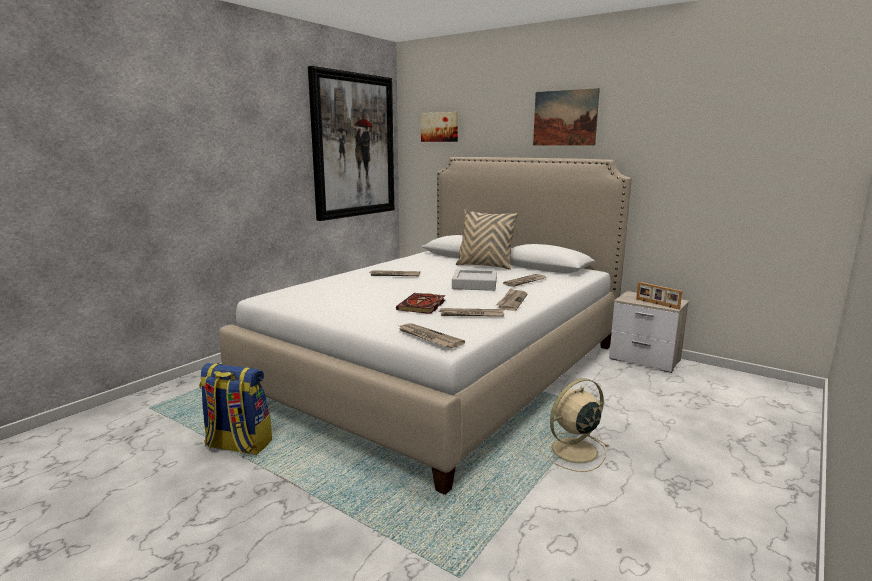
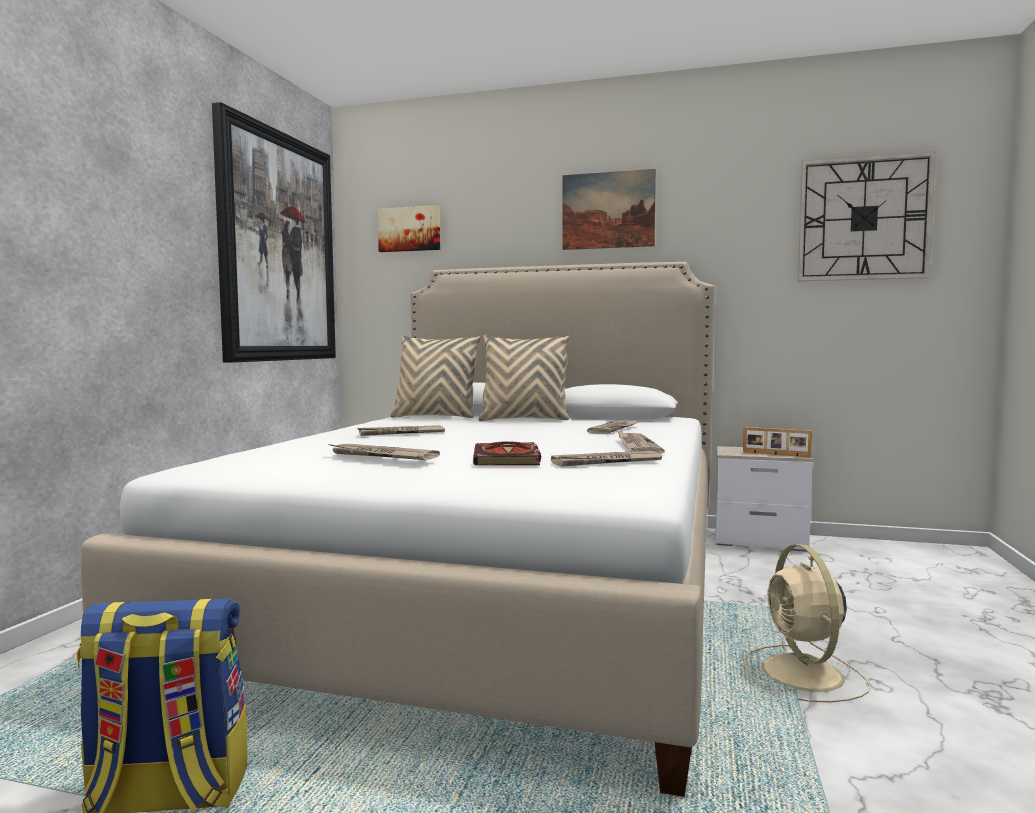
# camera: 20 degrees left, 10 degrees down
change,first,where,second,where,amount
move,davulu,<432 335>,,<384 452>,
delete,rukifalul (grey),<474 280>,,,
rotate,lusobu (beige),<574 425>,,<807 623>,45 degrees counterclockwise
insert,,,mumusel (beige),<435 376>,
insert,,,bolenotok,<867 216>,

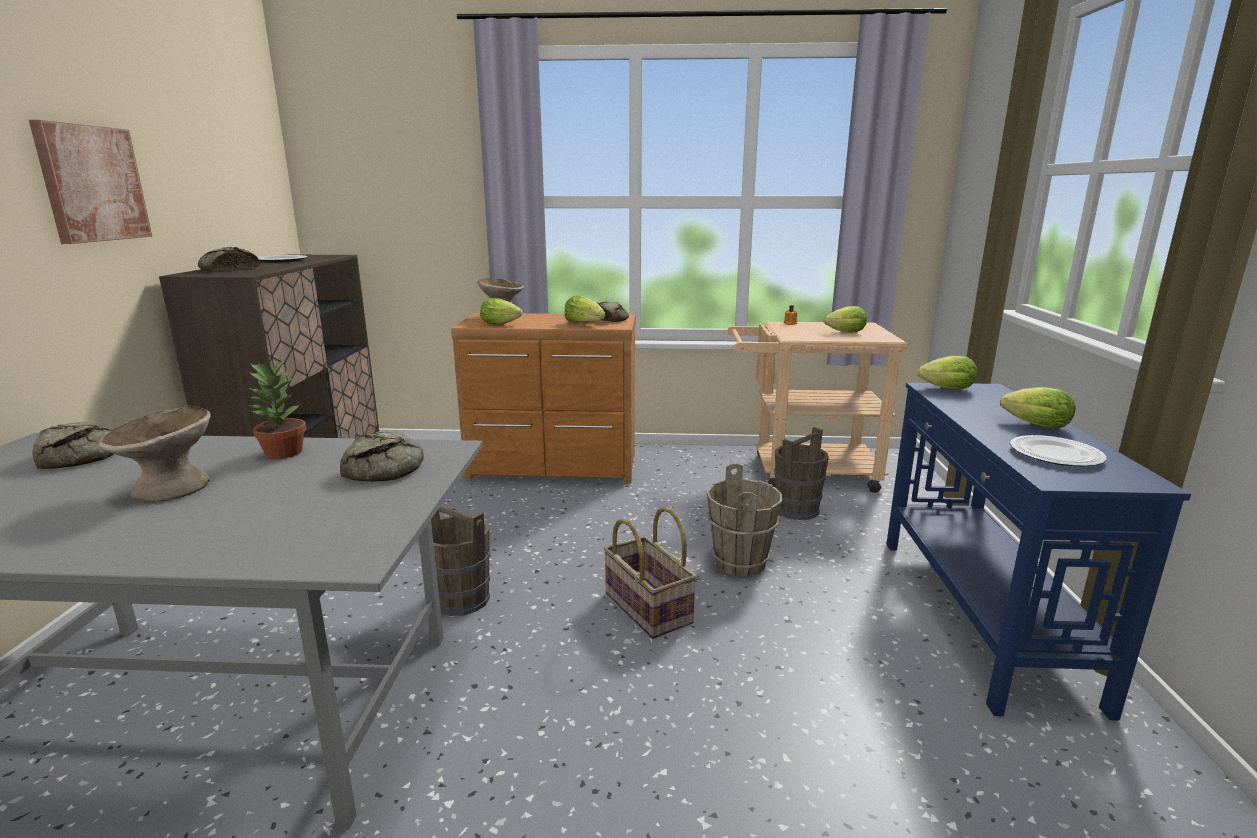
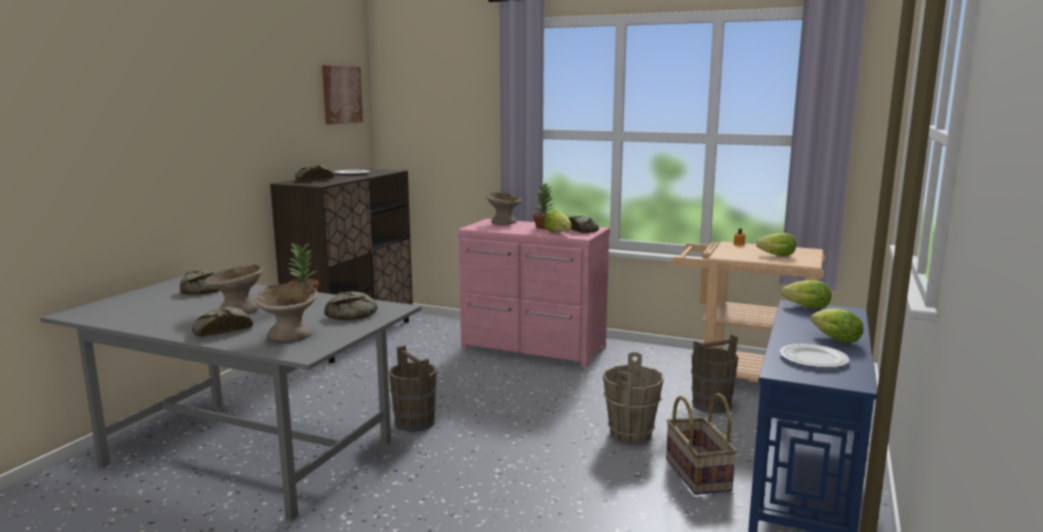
# camera: 20 degrees right, 5 degrees down
change,first,where,second,where,amount
move,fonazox,<90 182>,,<342 95>,
recolor,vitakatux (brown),<543 398>,vitakatux (pink),<534 293>,
delete,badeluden,<501 311>,,,
move,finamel,<650 573>,,<701 444>,
insert,,,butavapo,<222 321>,
insert,,,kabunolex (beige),<286 312>,
insert,,,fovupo,<544 205>,

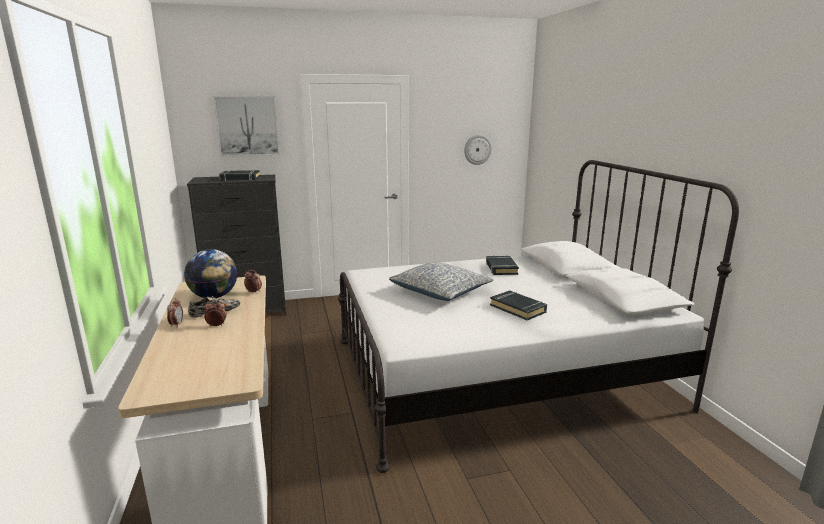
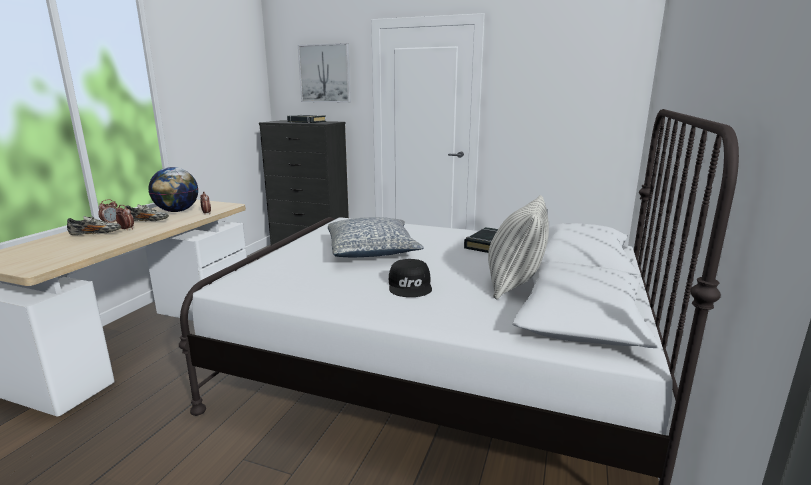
# camera: 35 degrees right, 0 degrees up
change,first,where,second,where,amount
delete,bolenotok,<478 150>,,,
replace,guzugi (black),<518 305>,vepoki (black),<410 278>,
insert,,,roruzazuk,<94 225>,
insert,,,mumusel,<518 247>,

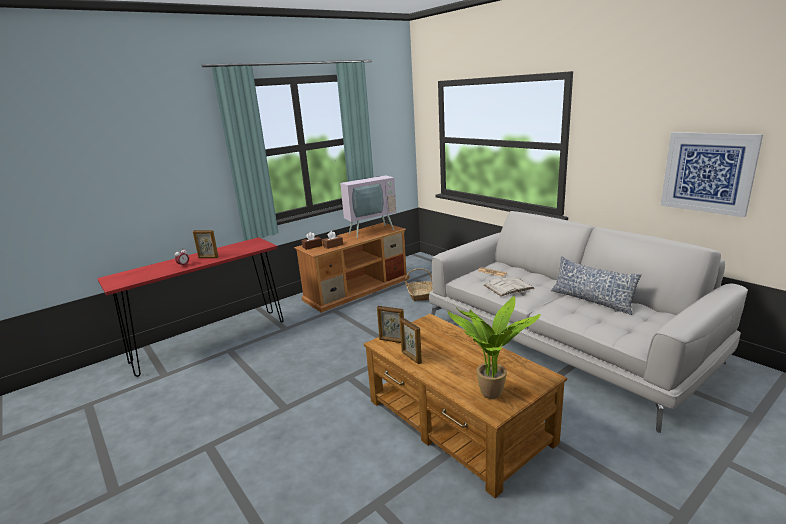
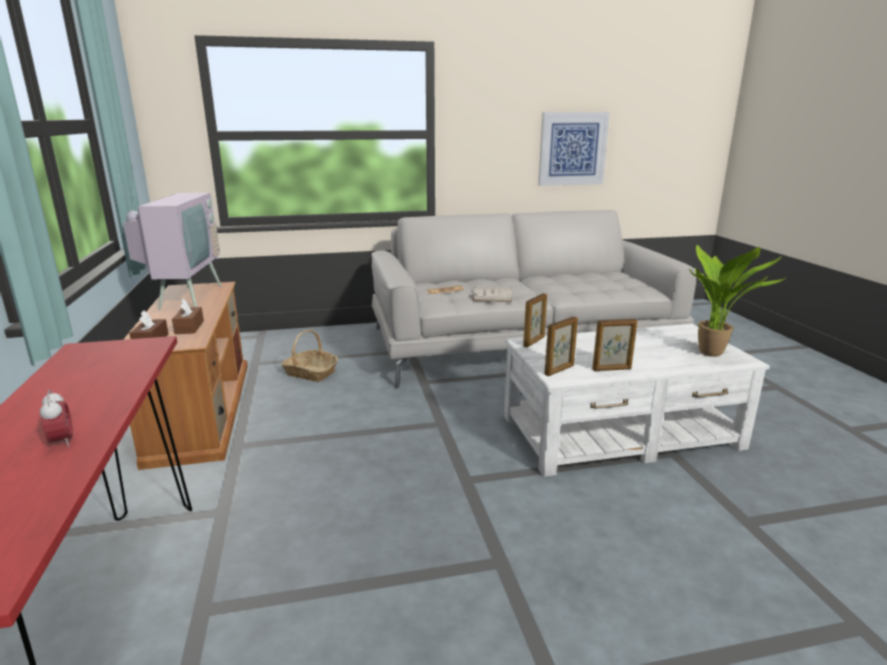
# camera: 65 degrees left, 0 degrees up
change,first,where,second,where,amount
move,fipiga,<206 244>,,<535 320>,
recolor,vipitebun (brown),<465 406>,vipitebun (white),<637 400>,
delete,mumusel,<596 285>,,,

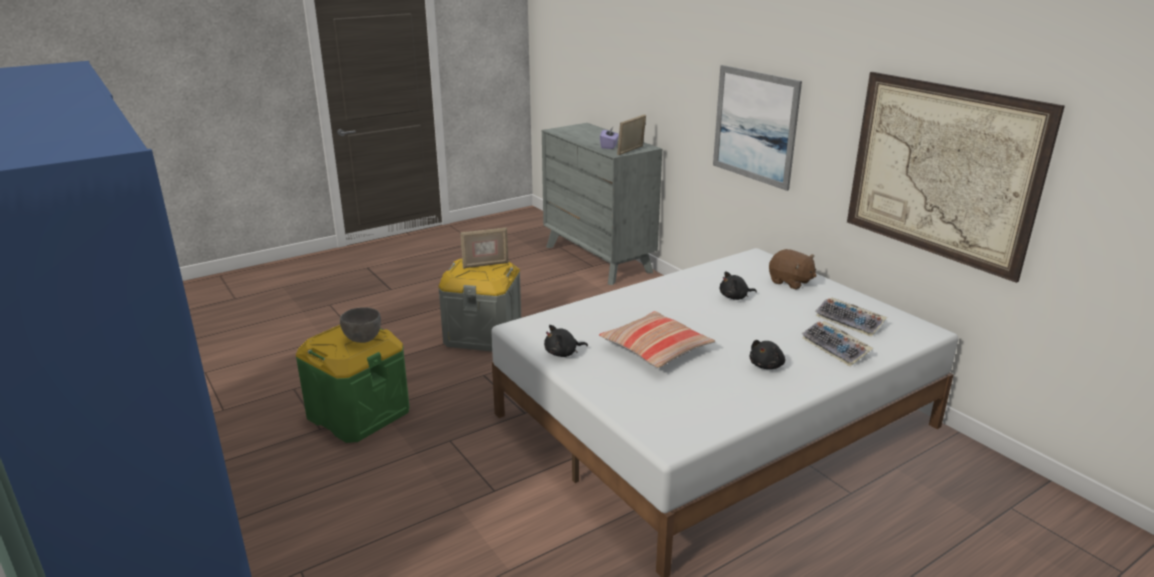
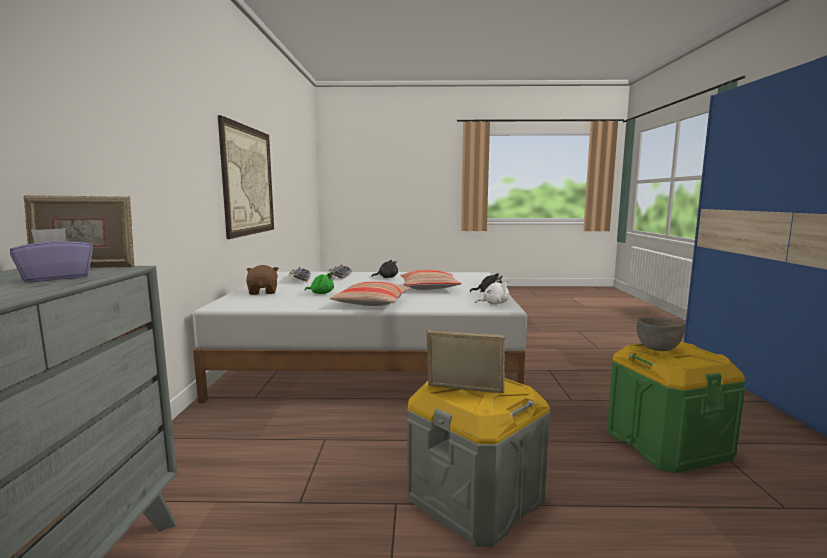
# camera: 145 degrees left, 15 degrees down
change,first,where,second,where,amount
delete,fonazox,<757 128>,,,
recolor,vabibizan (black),<738 285>,vabibizan (green),<319 283>,
insert,,,mumusel,<370 293>,
insert,,,vabibizan (white),<492 292>,

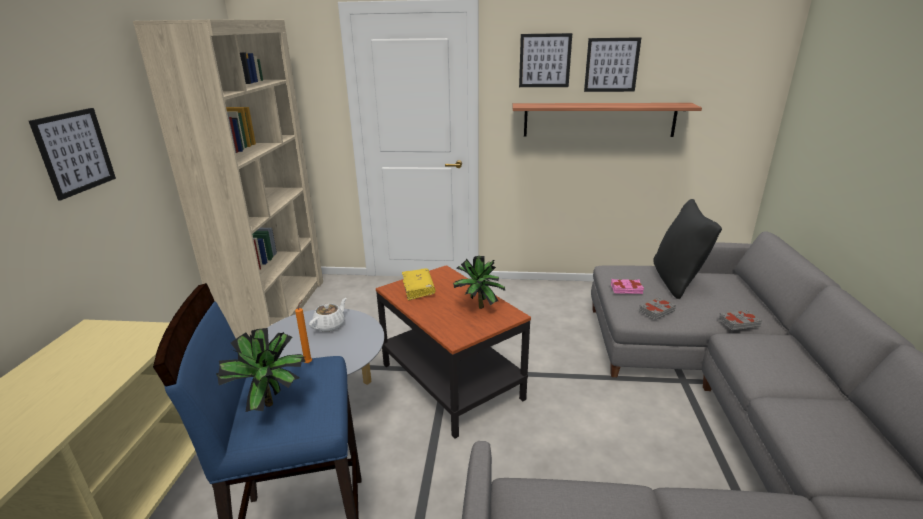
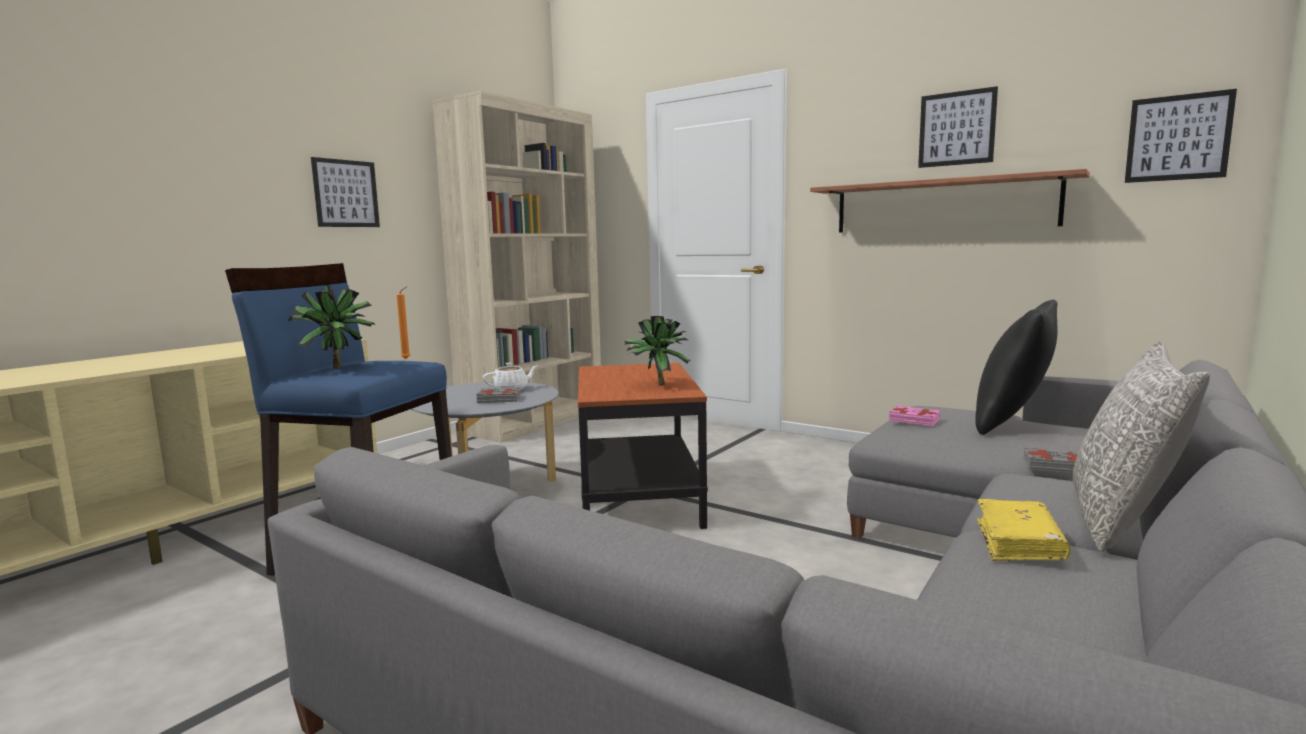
# camera: 30 degrees right, 15 degrees down
change,first,where,second,where,amount
move,guzugi (yellow),<418 284>,,<1023 530>,
move,fonazox,<545 60>,,<1181 136>,
move,guzugi (grey),<657 308>,,<498 395>,
insert,,,mumusel (grey),<1141 446>,

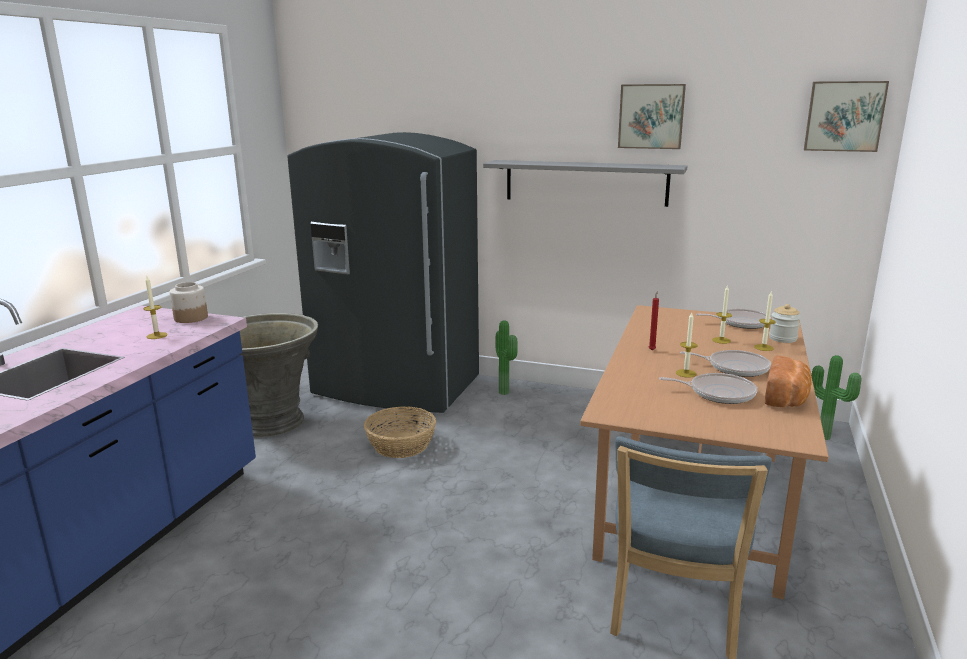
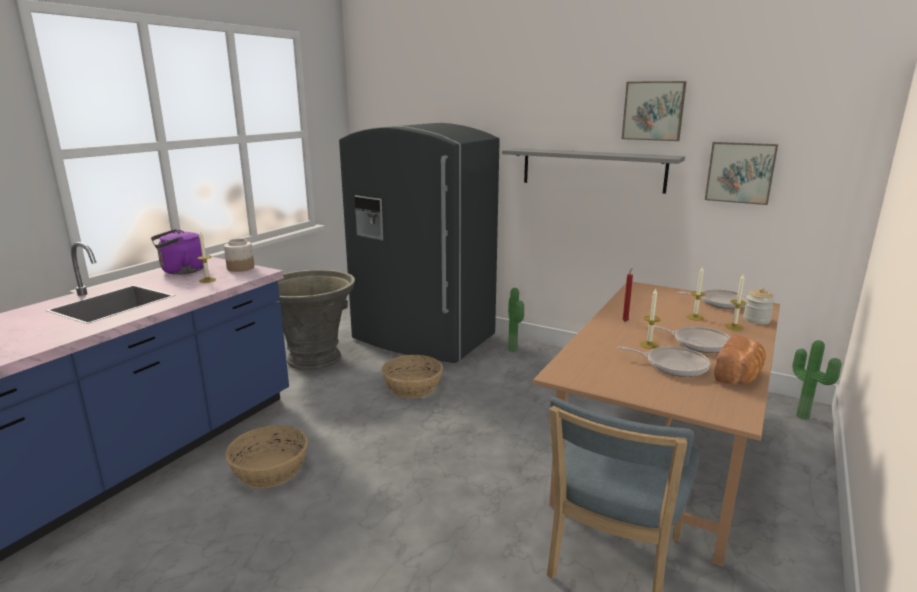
# camera: 10 degrees right, 0 degrees up
change,first,where,second,where,amount
move,fonazox,<846 116>,,<741 173>,
insert,,,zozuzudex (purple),<177 252>,
insert,,,finamel,<266 456>,

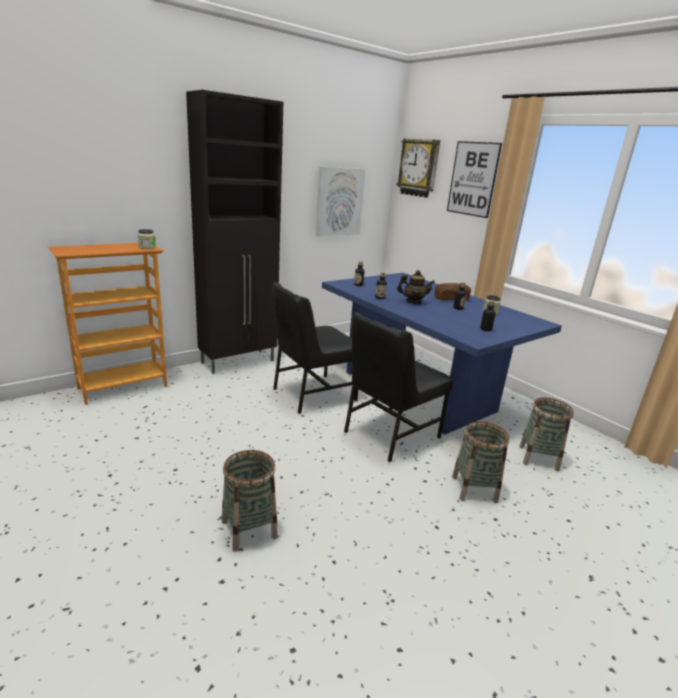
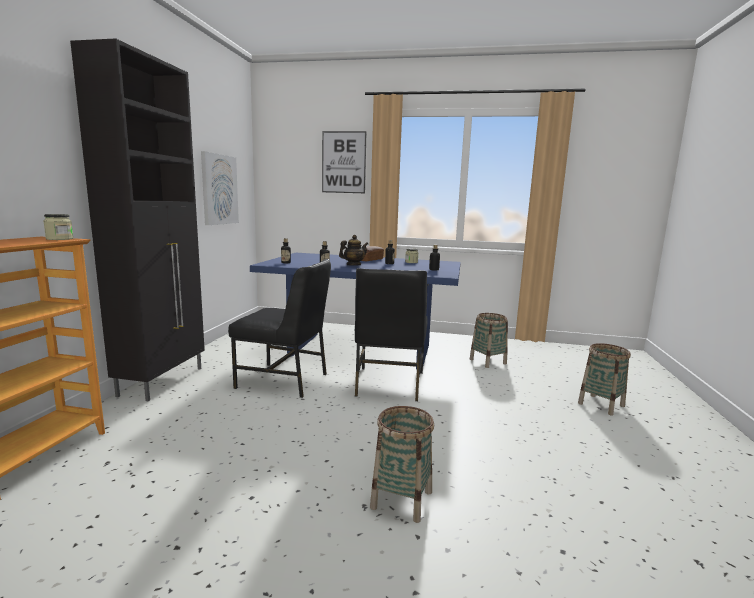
# camera: 40 degrees left, 10 degrees down
change,first,where,second,where,amount
rotate,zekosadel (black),<315 348>,,<279 328>,90 degrees counterclockwise
delete,bolenotok,<418 168>,,,
move,finamel,<480 462>,,<604 379>,

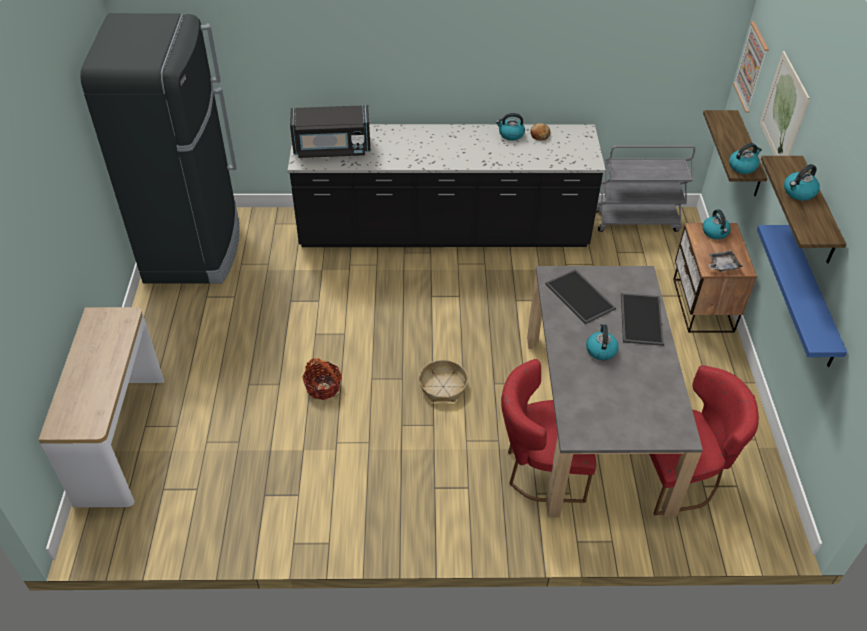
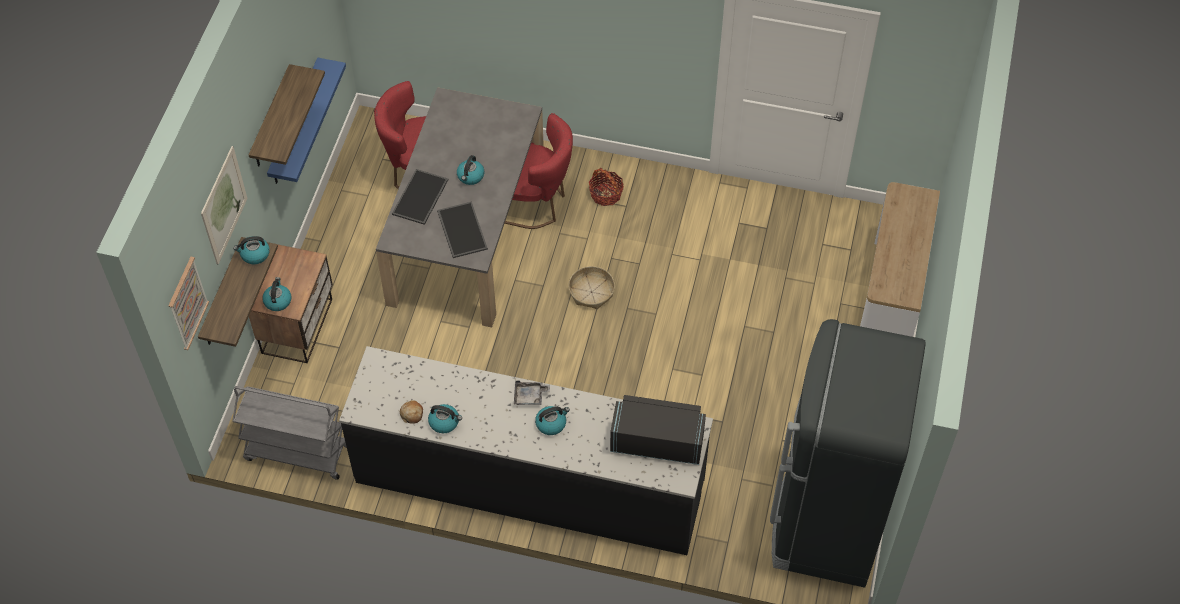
# camera: 165 degrees left, 10 degrees up
change,first,where,second,where,amount
move,finamel,<322 379>,,<606 187>,
move,rukifalul (grey),<725 261>,,<532 393>,
move,zozuzudex,<802 182>,,<552 420>,

